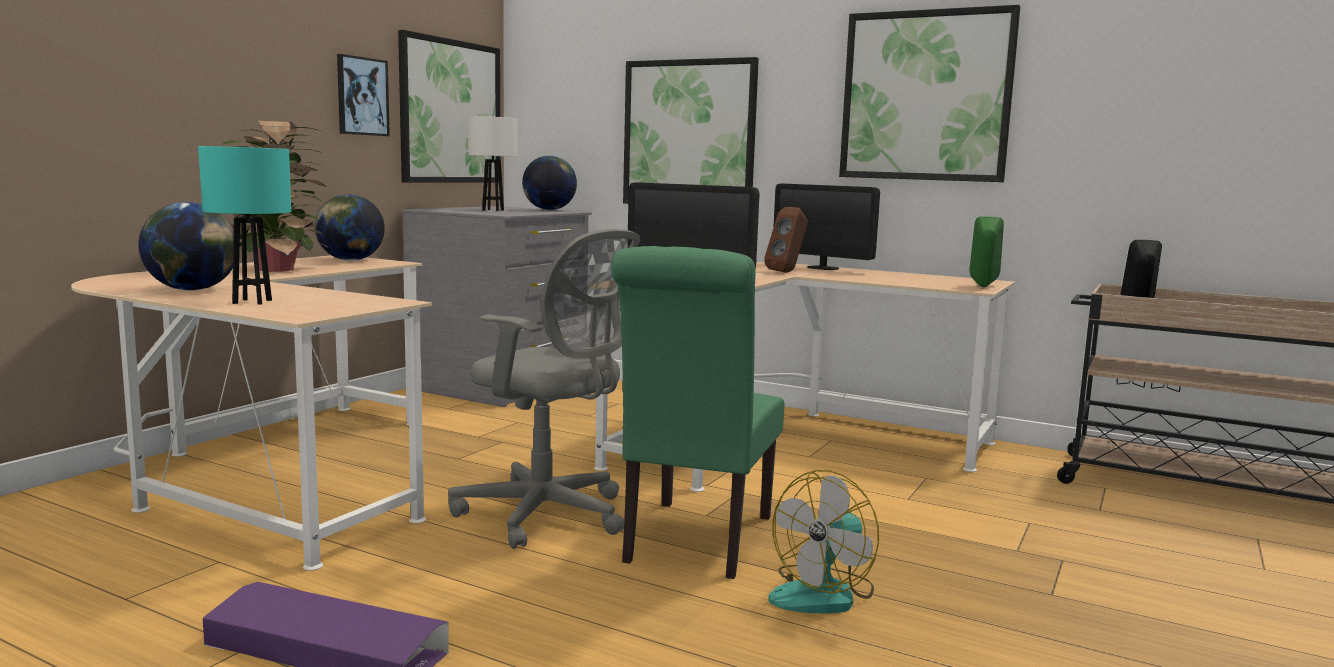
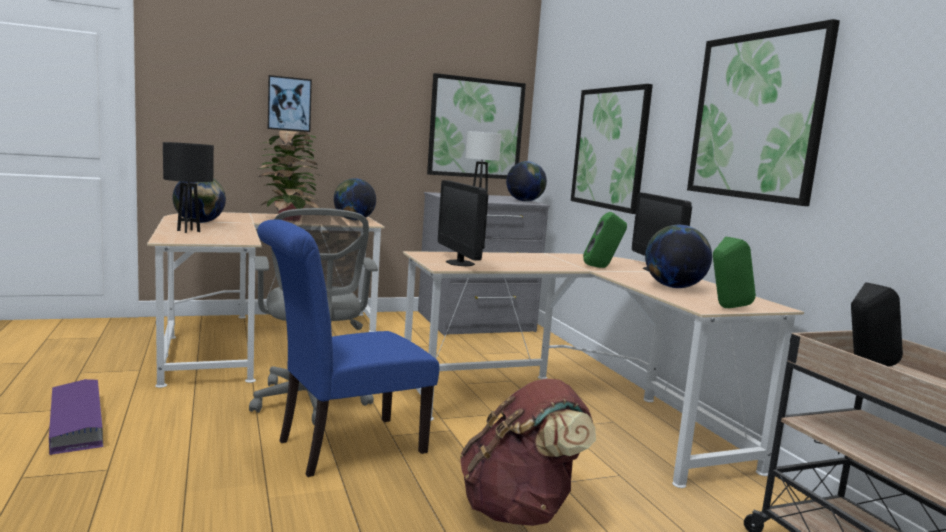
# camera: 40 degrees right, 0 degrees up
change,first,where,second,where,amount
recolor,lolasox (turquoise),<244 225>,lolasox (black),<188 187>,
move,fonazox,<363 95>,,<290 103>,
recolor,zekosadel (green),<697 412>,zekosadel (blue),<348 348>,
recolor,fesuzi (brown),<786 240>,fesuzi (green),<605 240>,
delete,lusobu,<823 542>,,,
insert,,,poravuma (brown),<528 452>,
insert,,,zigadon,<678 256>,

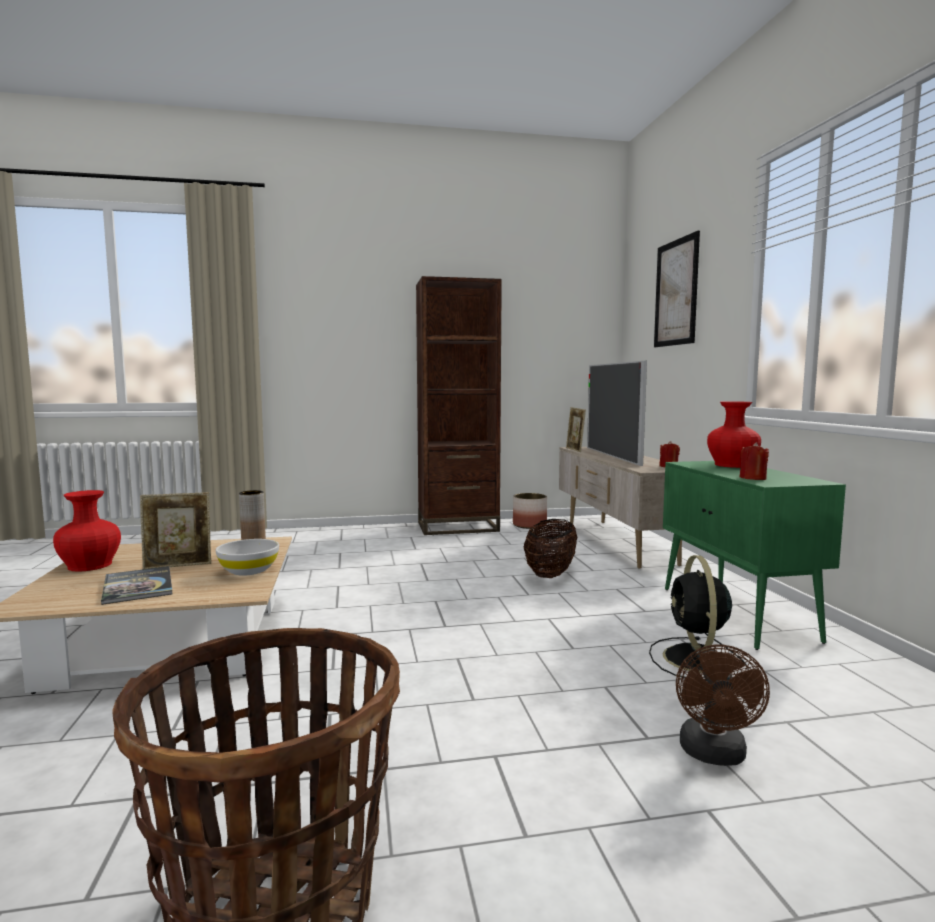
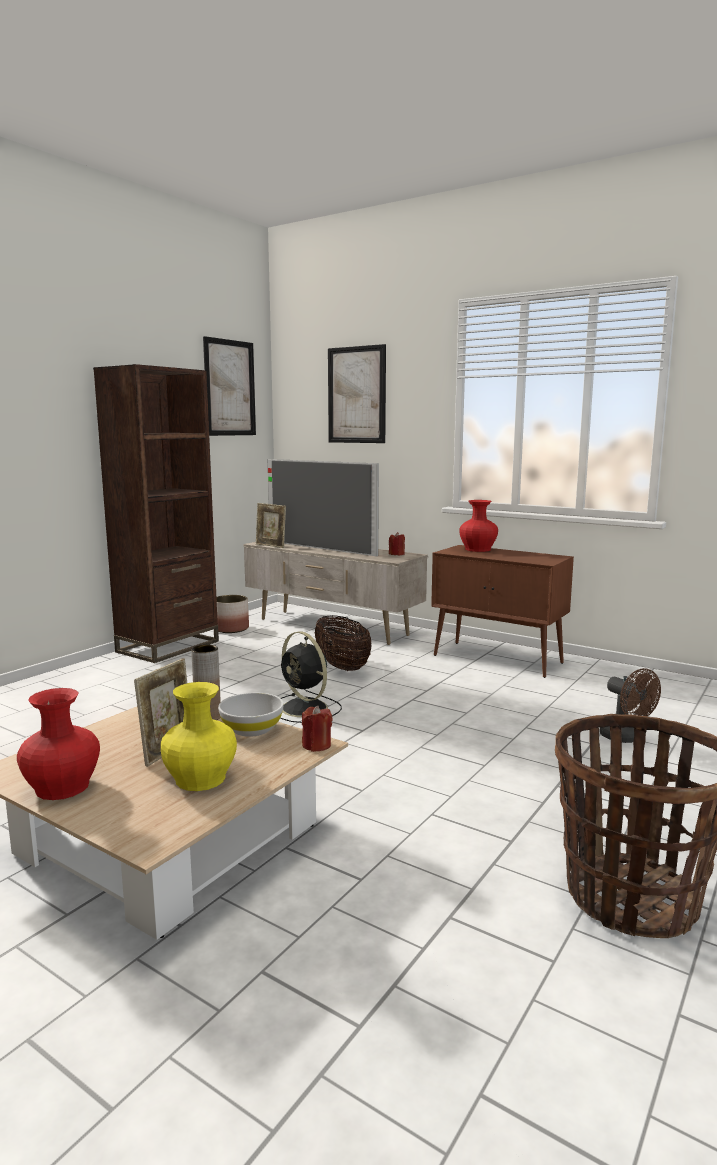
# camera: 45 degrees left, 5 degrees up
change,first,where,second,where,amount
replace,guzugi,<137 585>,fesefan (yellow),<199 736>,
move,lusobu (black),<699 616>,,<311 677>,
recolor,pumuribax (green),<754 555>,pumuribax (brown),<502 611>,
move,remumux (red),<754 461>,,<317 729>,
insert,,,fonazox,<229 386>,

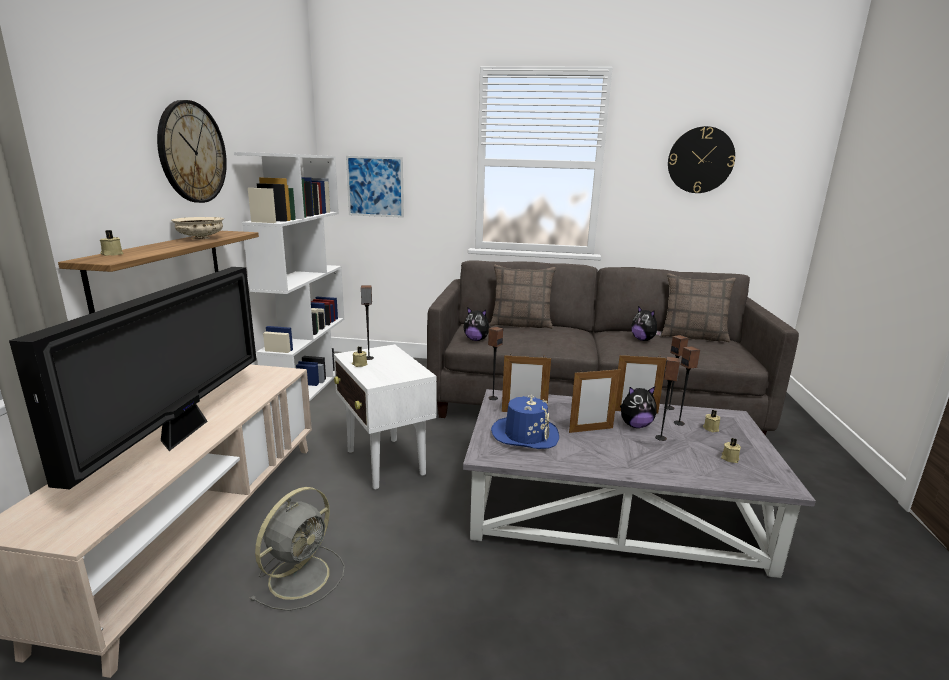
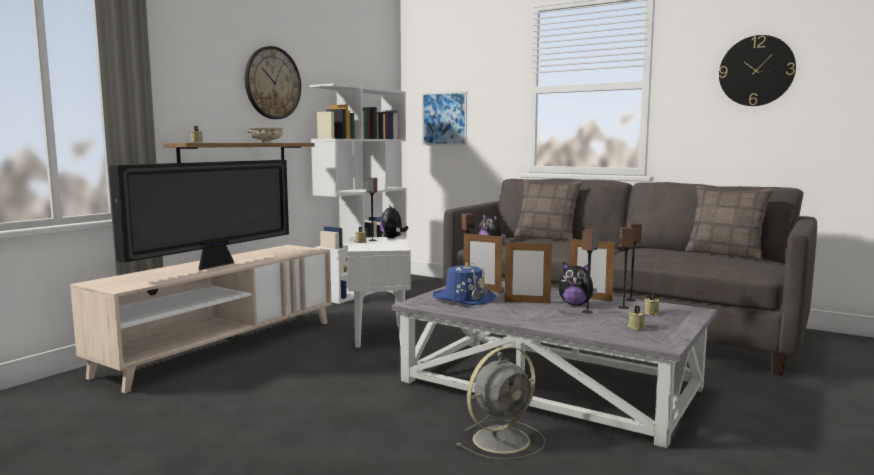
# camera: 25 degrees right, 10 degrees down
change,first,where,second,where,amount
move,lusobu (grey),<297 549>,,<501 403>,
move,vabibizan,<646 323>,,<394 221>,

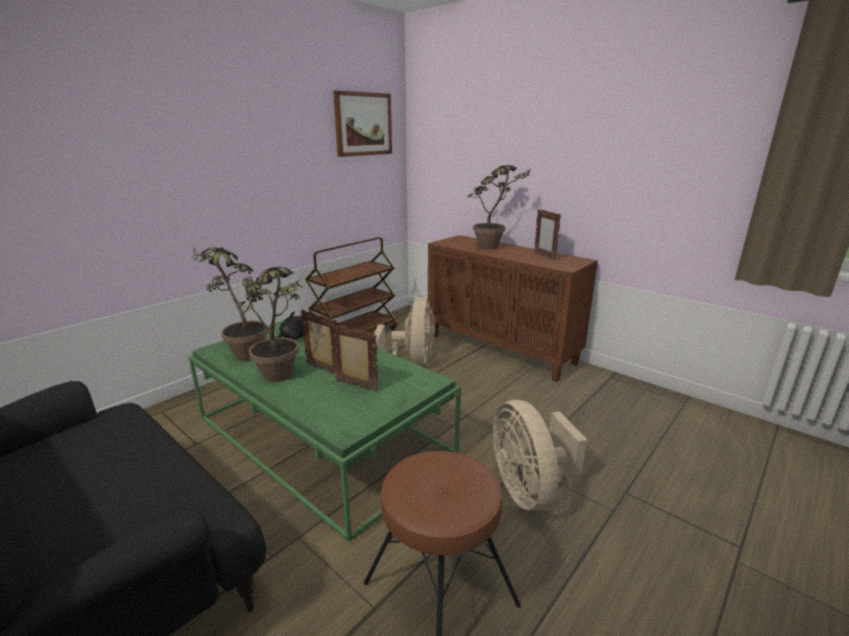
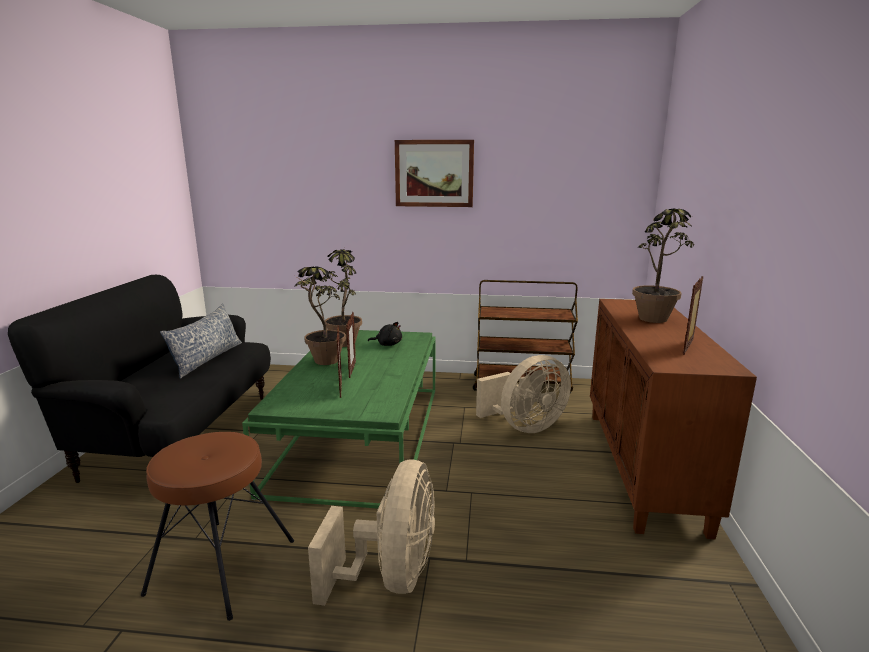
# camera: 55 degrees right, 5 degrees down
change,first,where,second,where,amount
move,fonazox,<362 123>,,<434 173>,
rotate,lusobu (beige),<540 455>,,<371 532>,150 degrees clockwise
insert,,,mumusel,<201 341>,

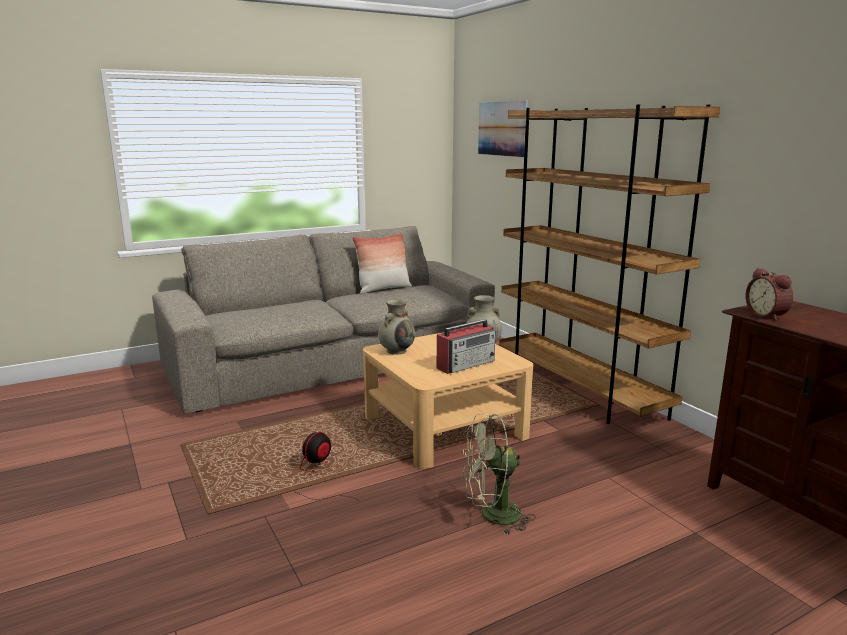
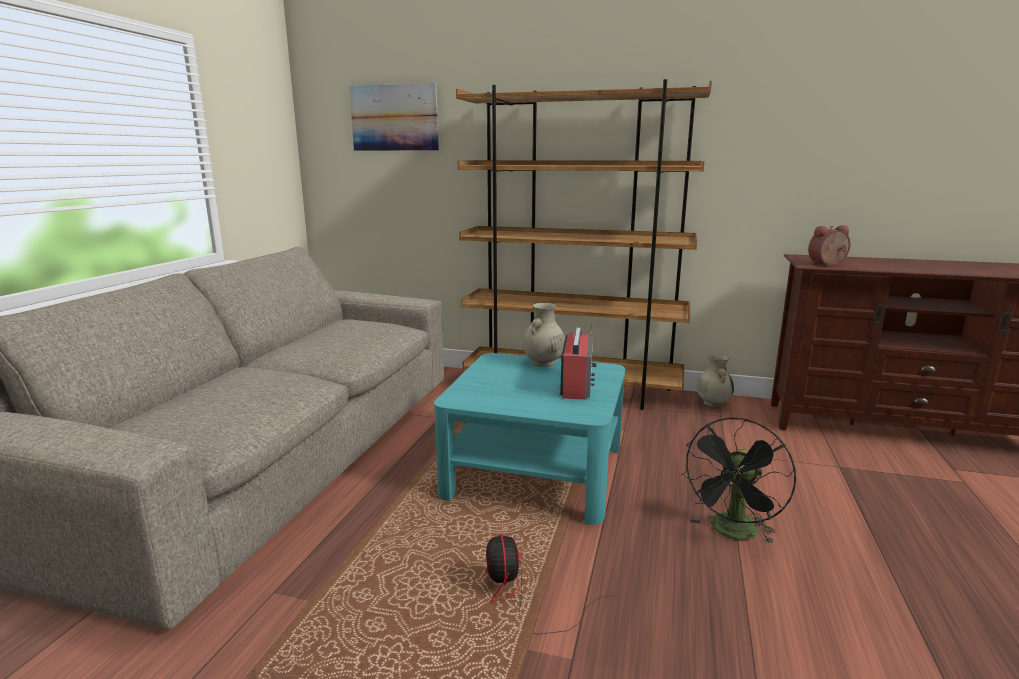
# camera: 45 degrees left, 0 degrees up
change,first,where,second,where,amount
delete,mumusel,<382 263>,,,
recolor,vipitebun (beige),<448 400>,vipitebun (turquoise),<529 439>,
move,fesefan (beige),<396 327>,,<715 380>,
recolor,lusobu (green),<499 474>,lusobu (black),<739 480>,
rotate,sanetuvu,<769 294>,,<829 245>,135 degrees clockwise

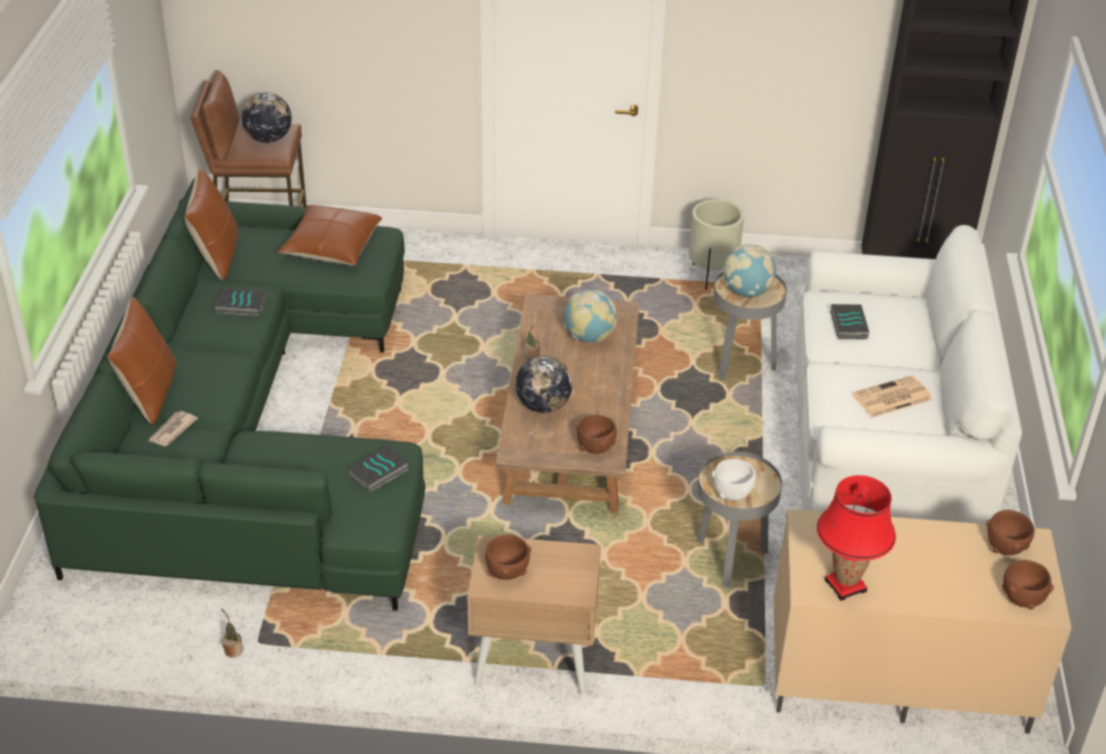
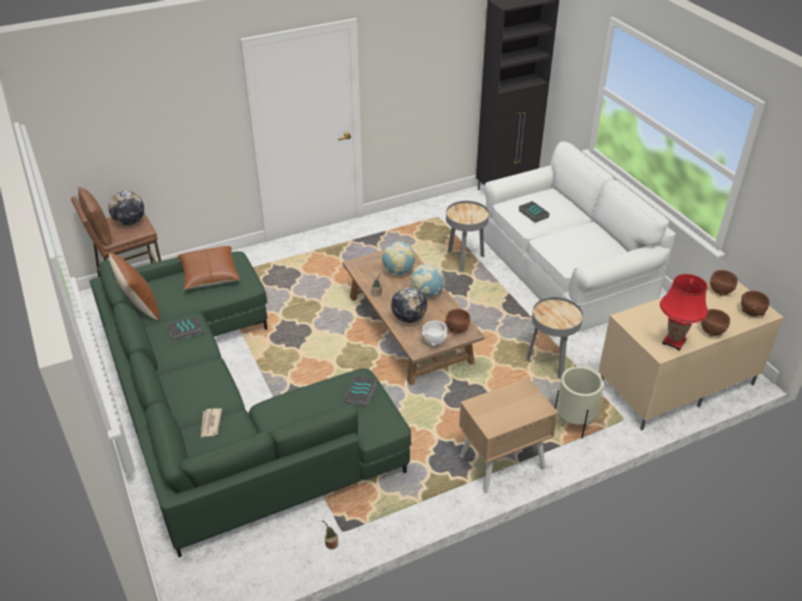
# camera: 30 degrees left, 0 degrees up
change,first,where,second,where,amount
delete,mumusel (brown),<141 361>,,,
move,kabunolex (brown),<508 557>,,<715 322>,
move,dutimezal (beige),<716 244>,,<579 402>,
move,kabunolex (white),<734 480>,,<434 333>,
move,zigadon,<749 270>,,<427 280>,
delete,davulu,<892 396>,,,

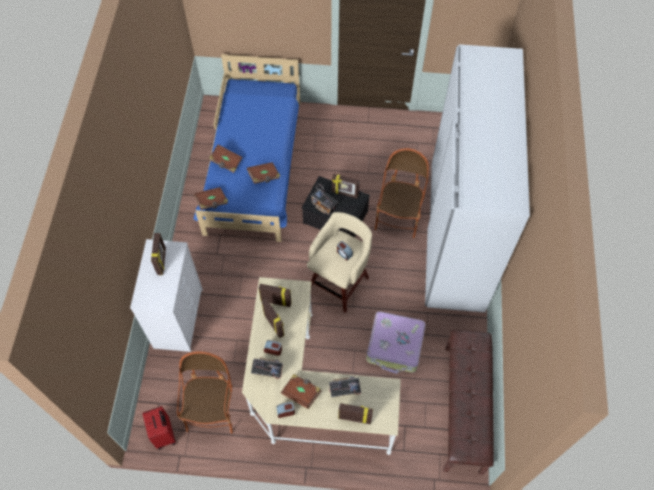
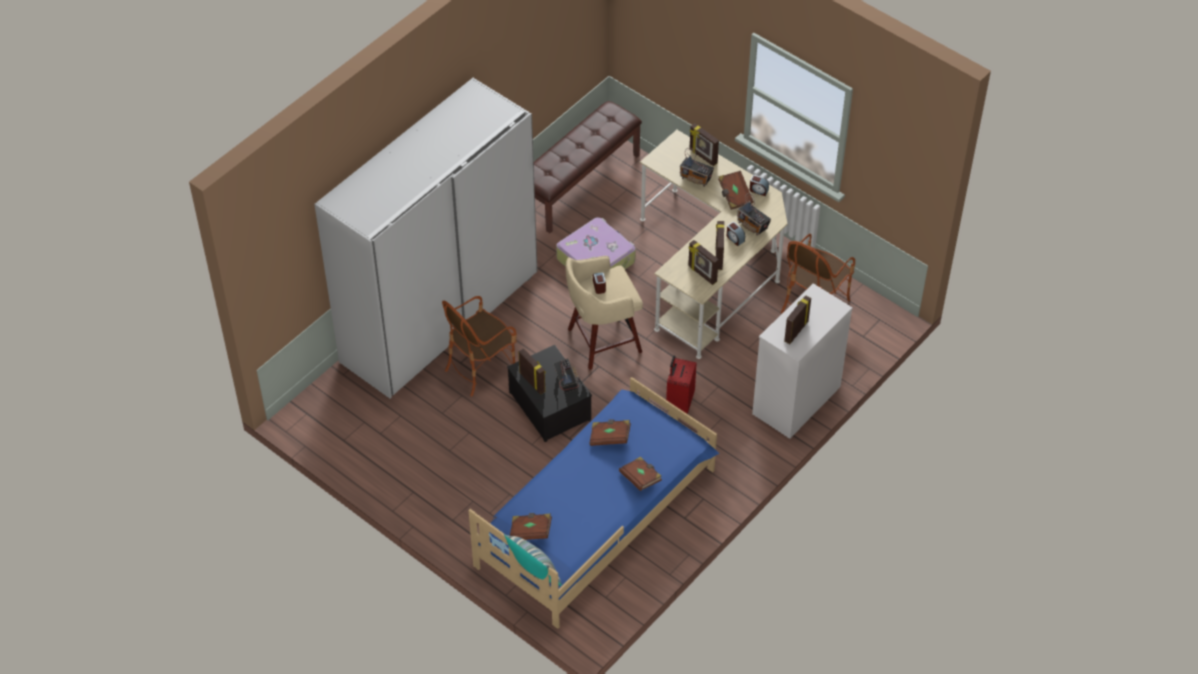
# camera: 145 degrees left, 10 degrees down
change,first,where,second,where,amount
move,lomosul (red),<159 428>,,<681 385>,
move,guzugi (brown),<211 198>,,<531 526>,
insert,,,mumusel,<533 560>,

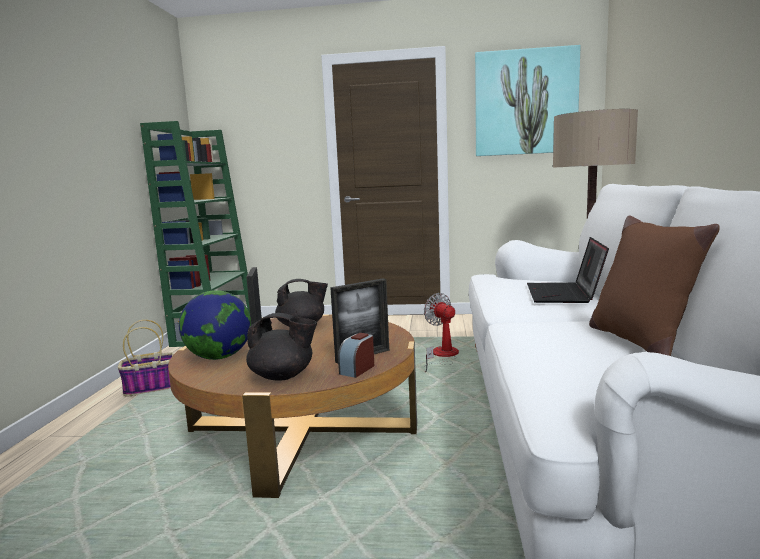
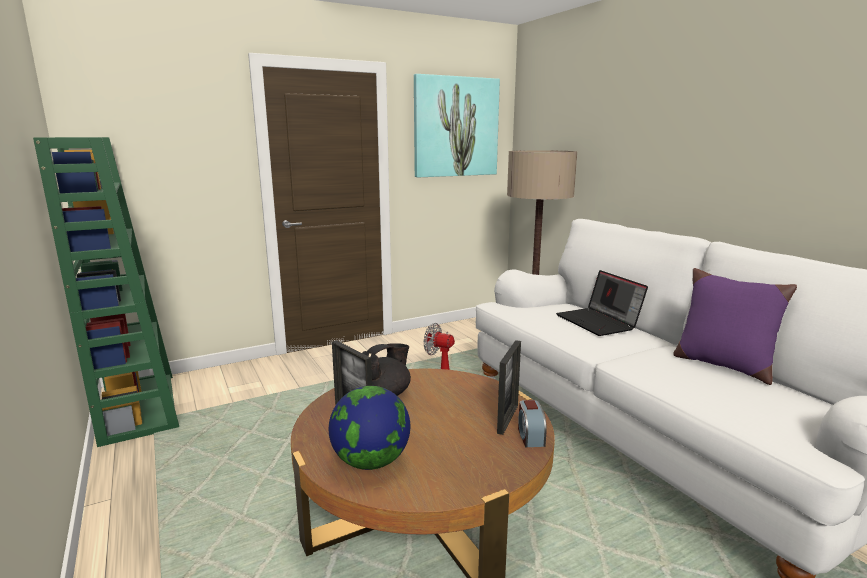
# camera: 35 degrees left, 5 degrees up
change,first,where,second,where,amount
delete,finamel,<146 358>,,,
delete,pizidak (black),<281 346>,,,
recolor,mumusel (brown),<654 285>,mumusel (purple),<735 326>,

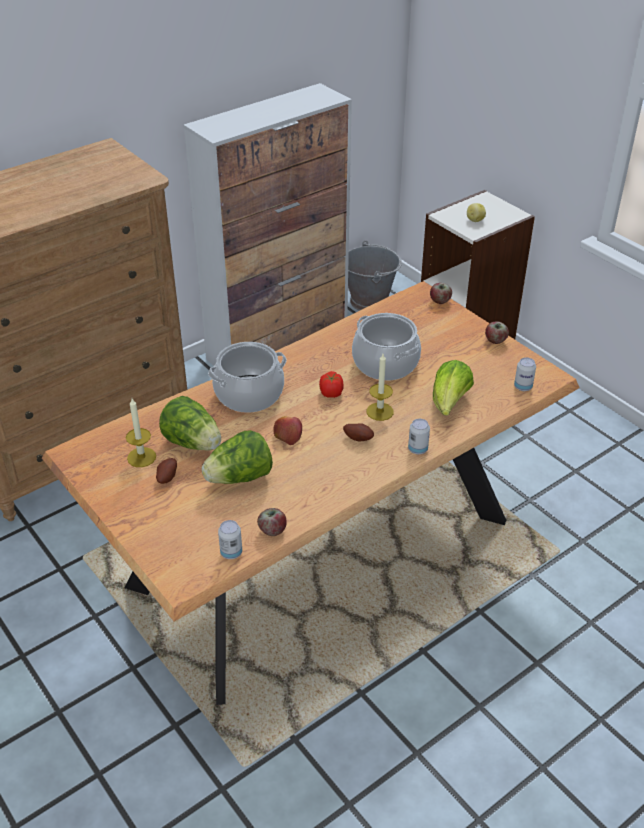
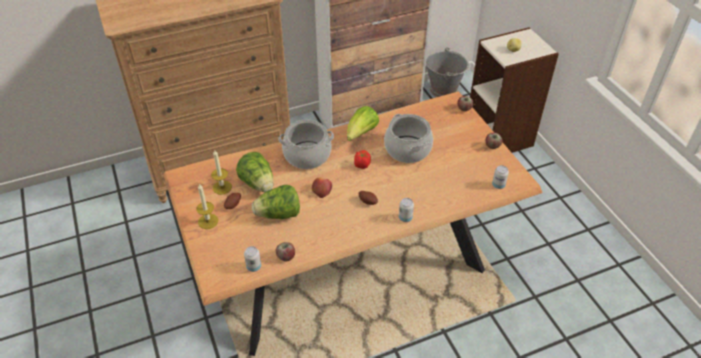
# camera: 15 degrees right, 5 degrees up
change,first,where,second,where,amount
move,remumux,<380 387>,,<207 206>,
move,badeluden,<453 388>,,<363 123>,

